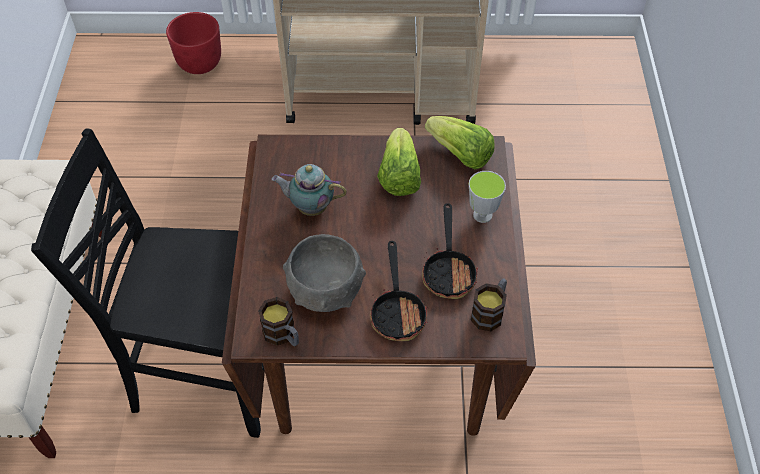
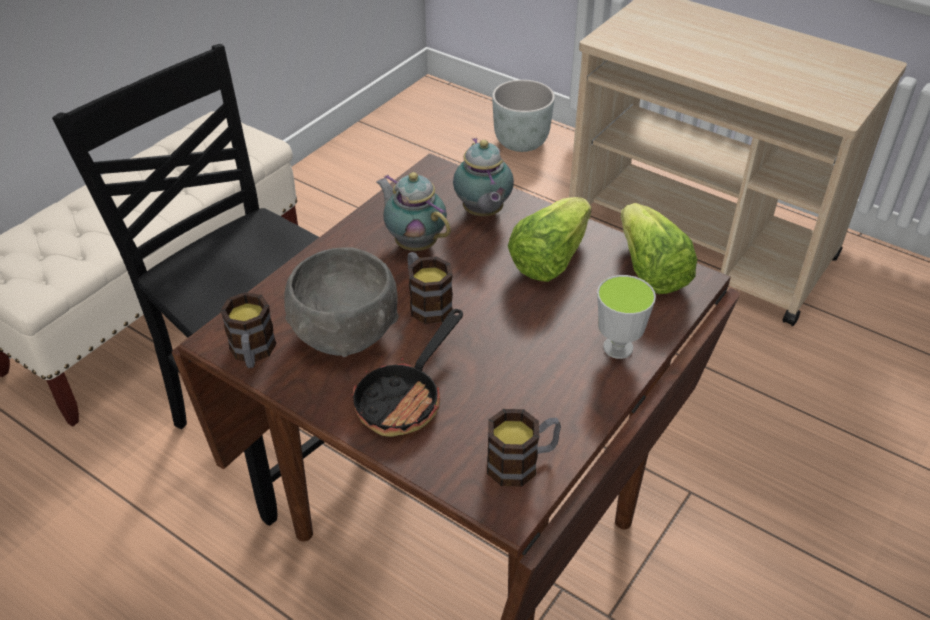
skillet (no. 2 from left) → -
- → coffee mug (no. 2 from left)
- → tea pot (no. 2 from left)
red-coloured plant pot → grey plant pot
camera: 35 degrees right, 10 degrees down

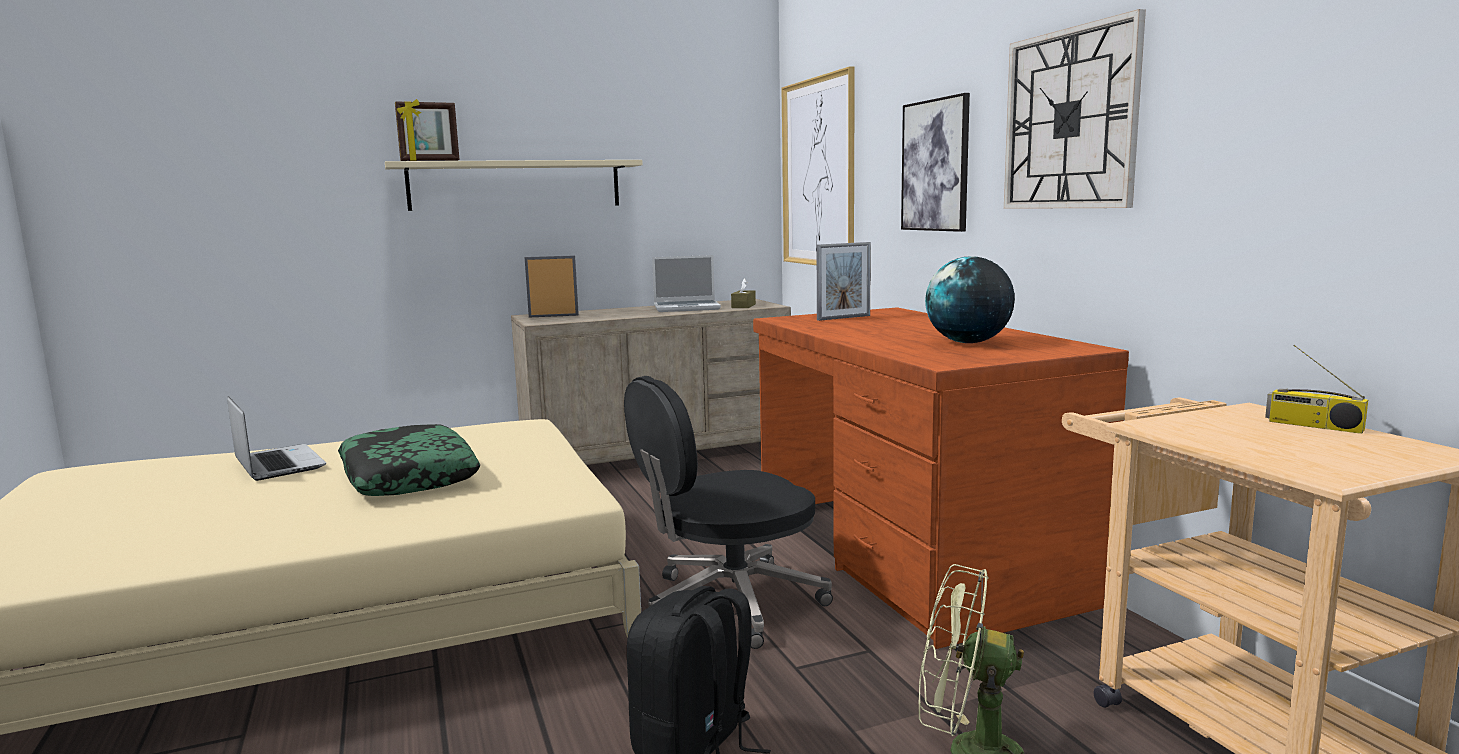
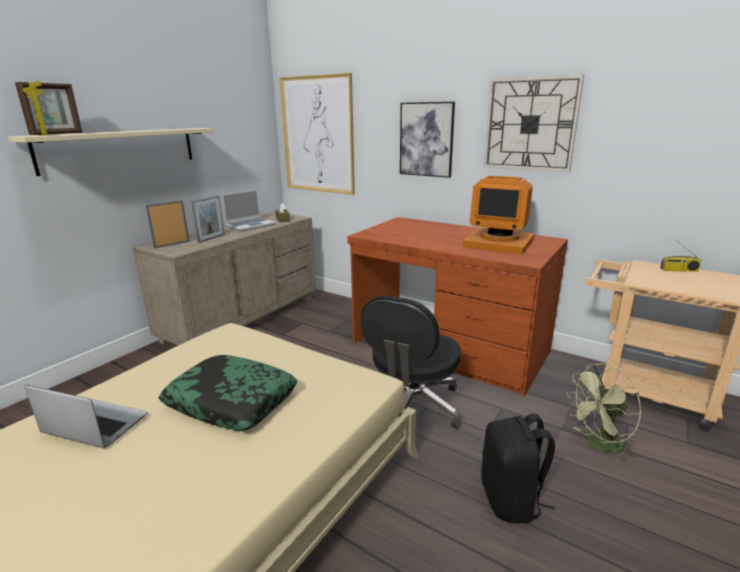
picture frame (no. 3 from left), relocated
world globe → computer screen
camera: 35 degrees left, 10 degrees up

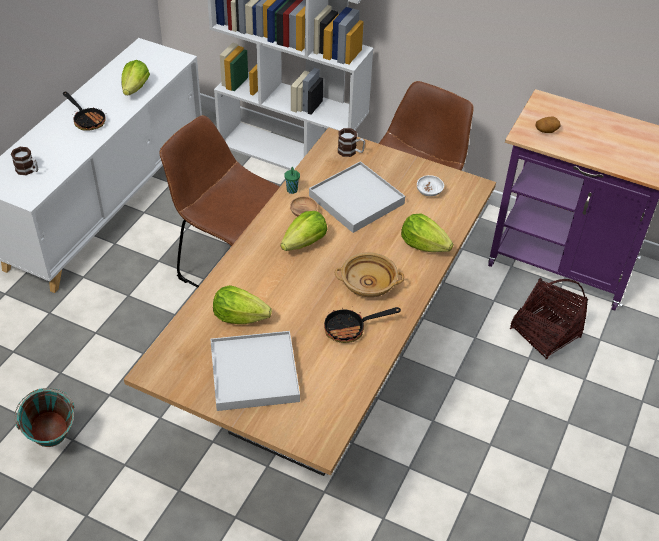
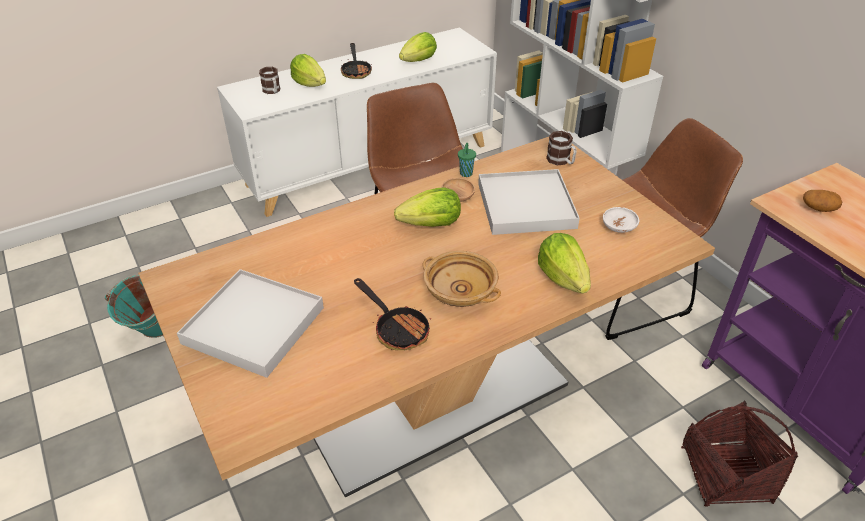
lettuce head (no. 2 from left in the first image) → lettuce head (no. 1 from left), relocated
skillet (no. 2 from left), 150 degrees counterclockwise
camera: 35 degrees right, 5 degrees down

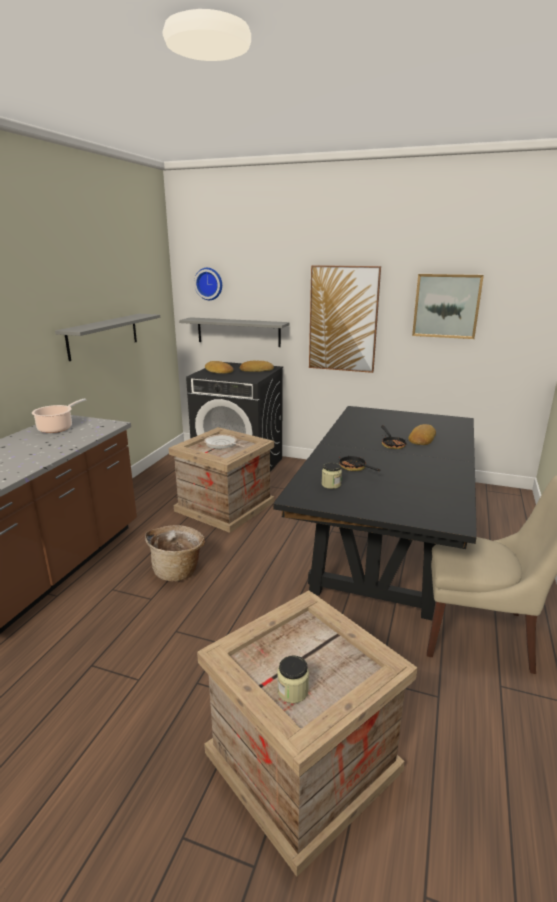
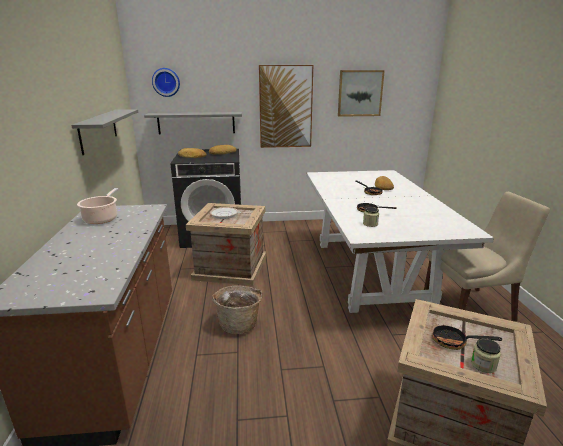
- → skillet (no. 4 from left)
black kitchen table → whitish kitchen table
camera: 25 degrees left, 0 degrees up

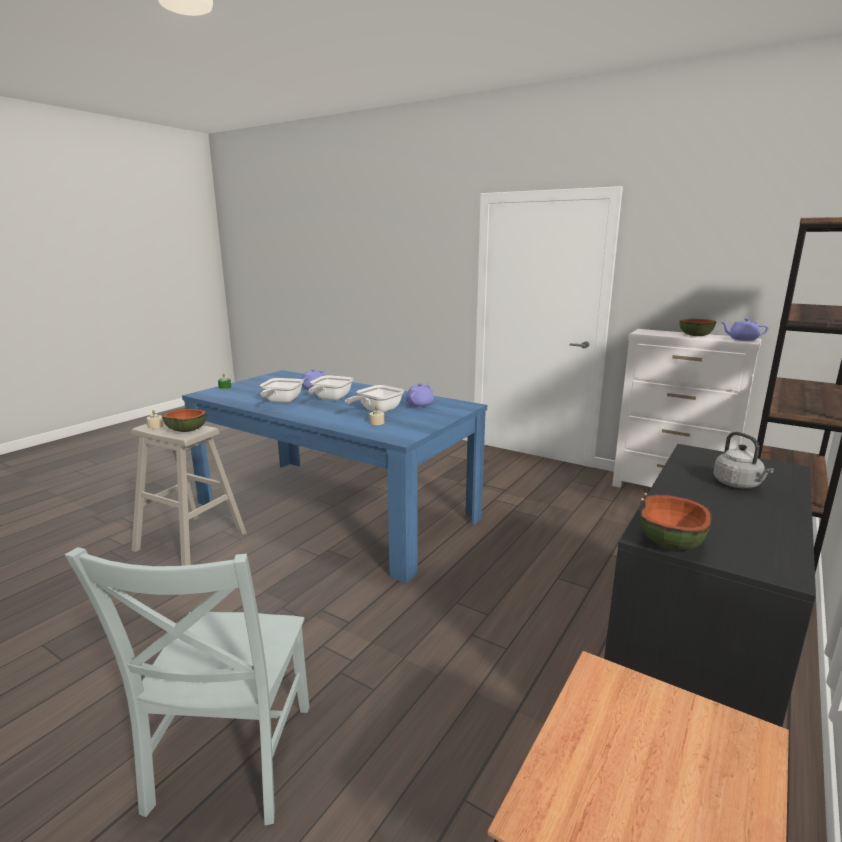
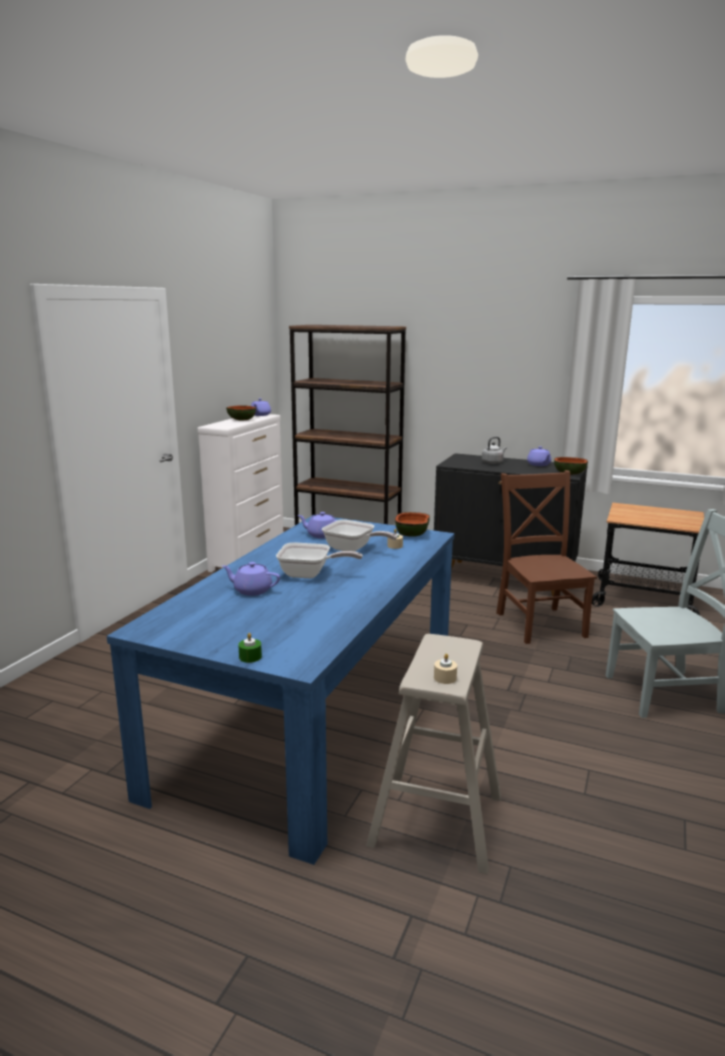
skillet (no. 1 from left) → -
- → brownish chair
- → purplish tea pot (no. 4 from left)
bowl (no. 1 from left in the first image) → bowl (no. 2 from left), relocated
camera: 100 degrees left, 0 degrees up

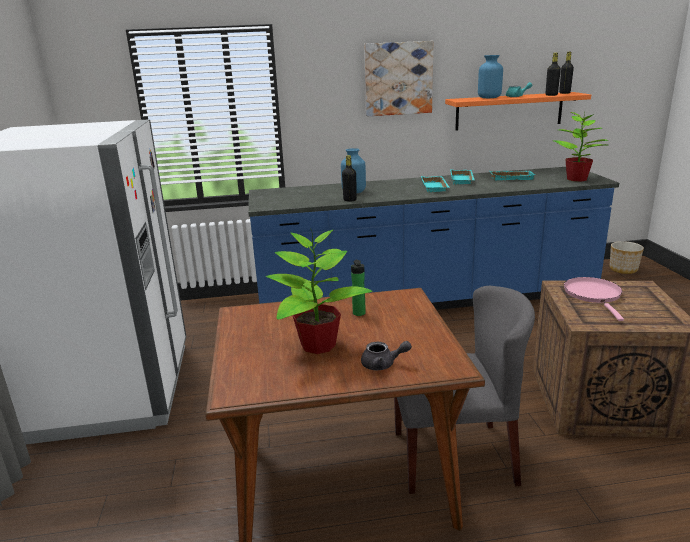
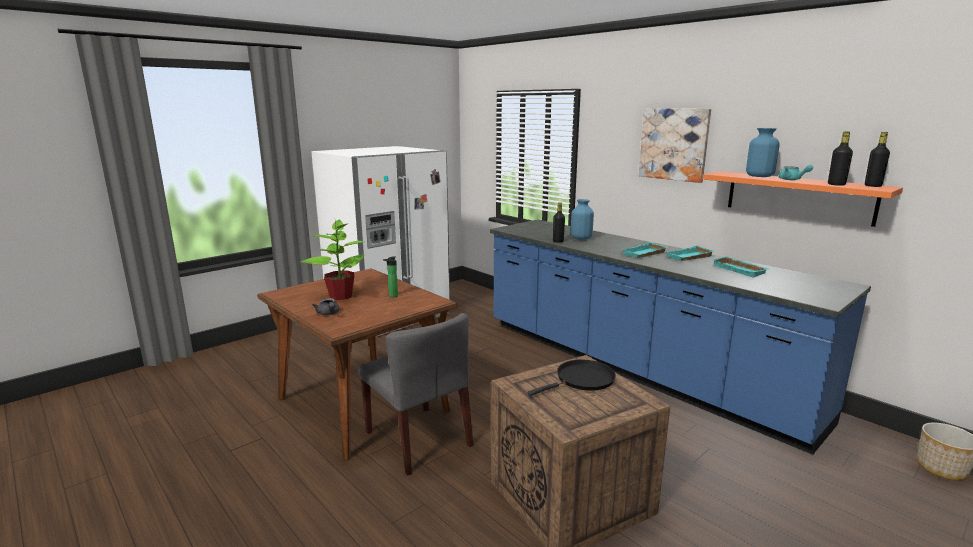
plant in a pot (no. 2 from left) → -
pink-coloured skillet → black skillet
camera: 55 degrees right, 5 degrees down

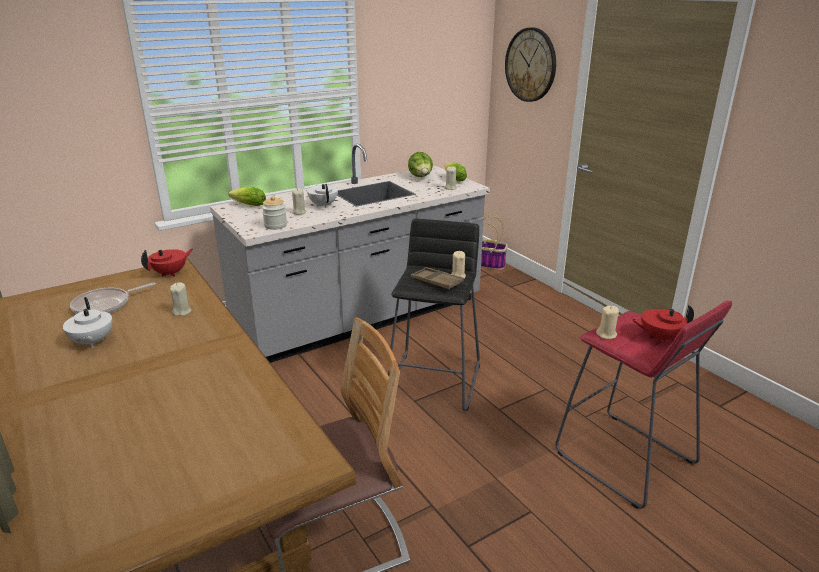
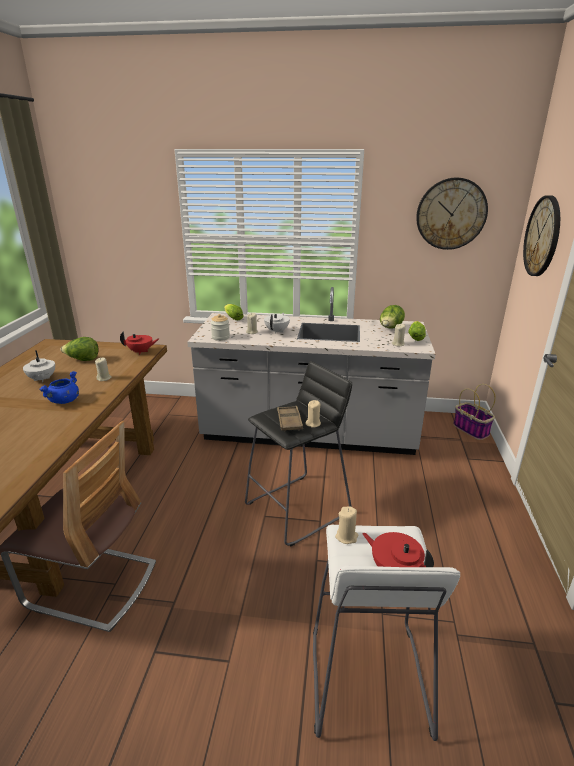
- → bluish cooking pot
- → clock on the wall (no. 1 from left)
skillet → lettuce head (no. 1 from left)
red-coloured stool → whitish stool
whitish tea pot (no. 1 from left), 45 degrees counterclockwise
camera: 40 degrees right, 0 degrees up

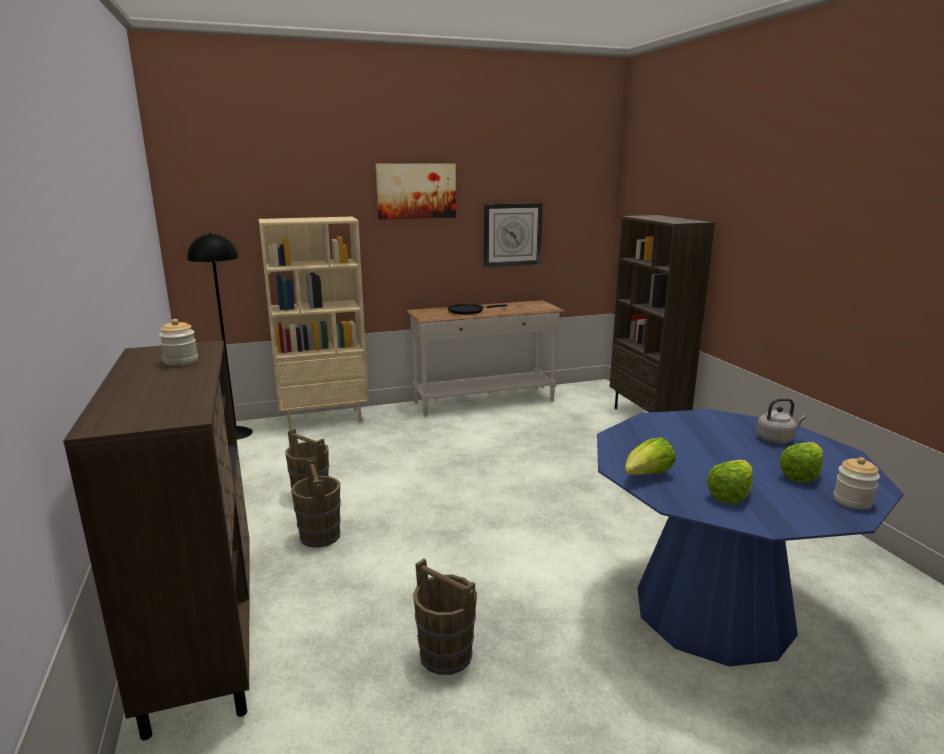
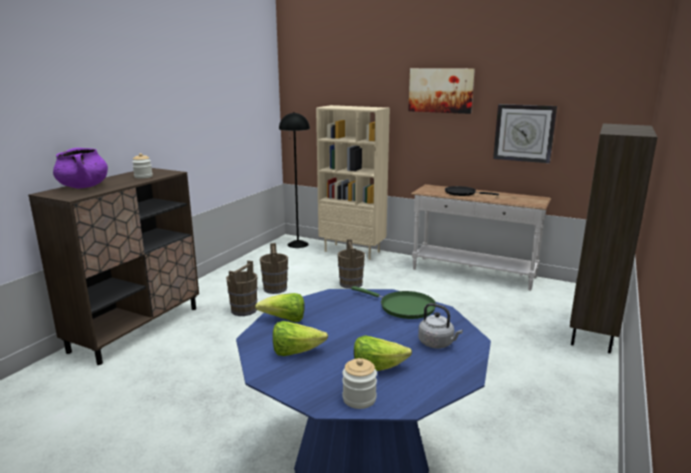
- → purplish cooking pot
- → green-coloured skillet
brownish water bucket (no. 3 from left), relocated
camera: 45 degrees right, 0 degrees up

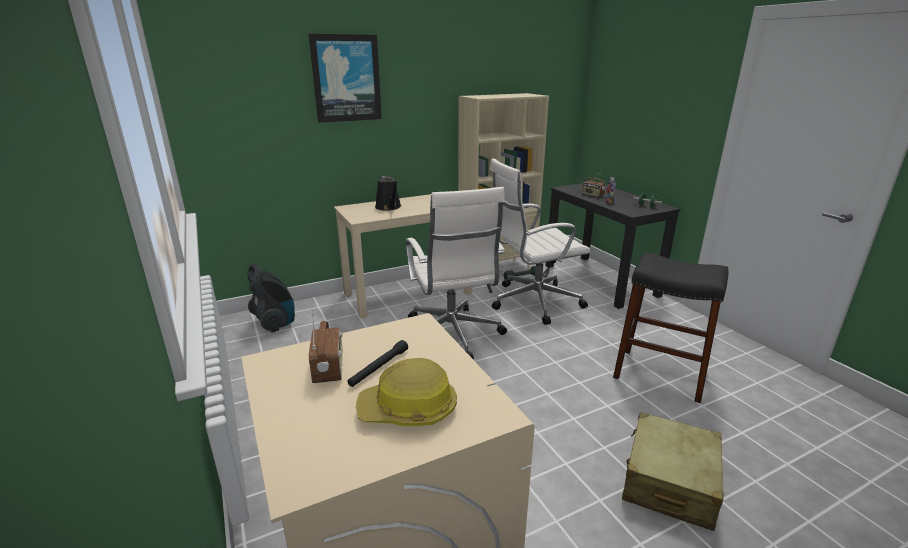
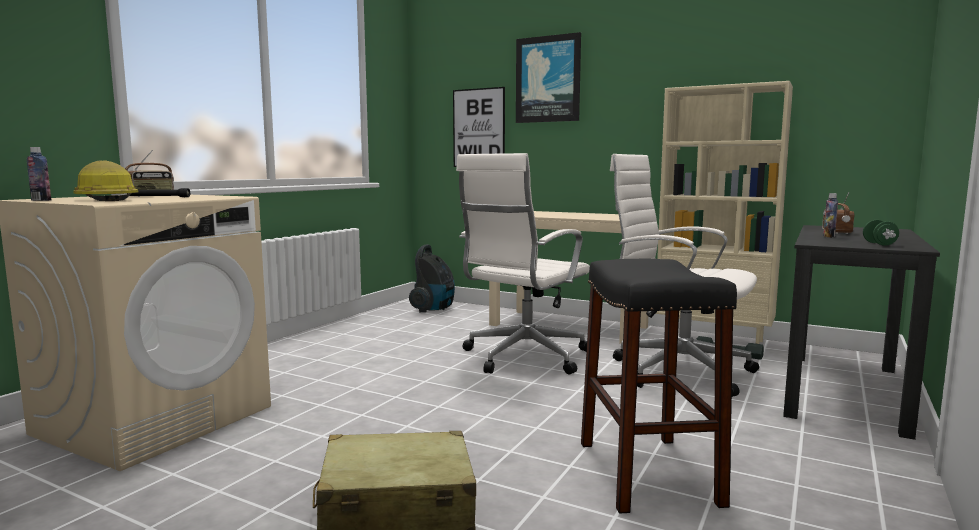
black sprinkling can → -
- → drink bottle (no. 1 from left)
- → picture (no. 1 from left)
camera: 55 degrees right, 15 degrees down

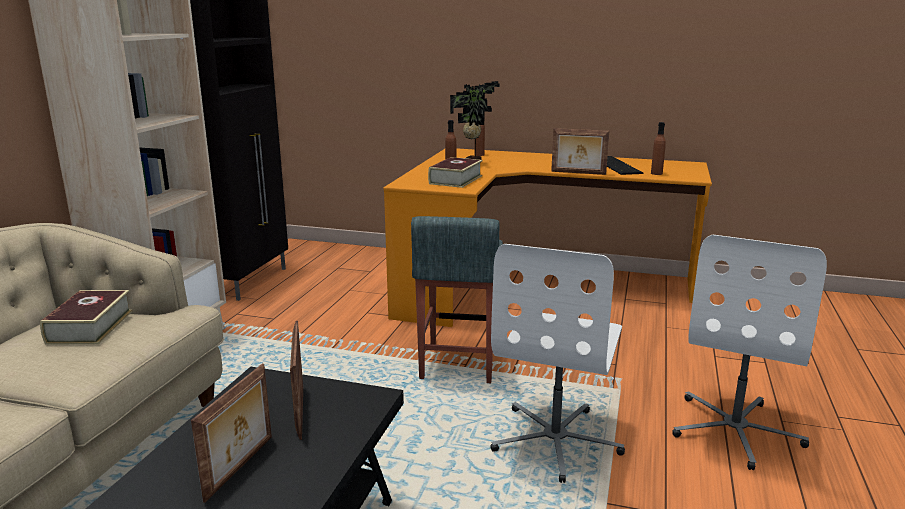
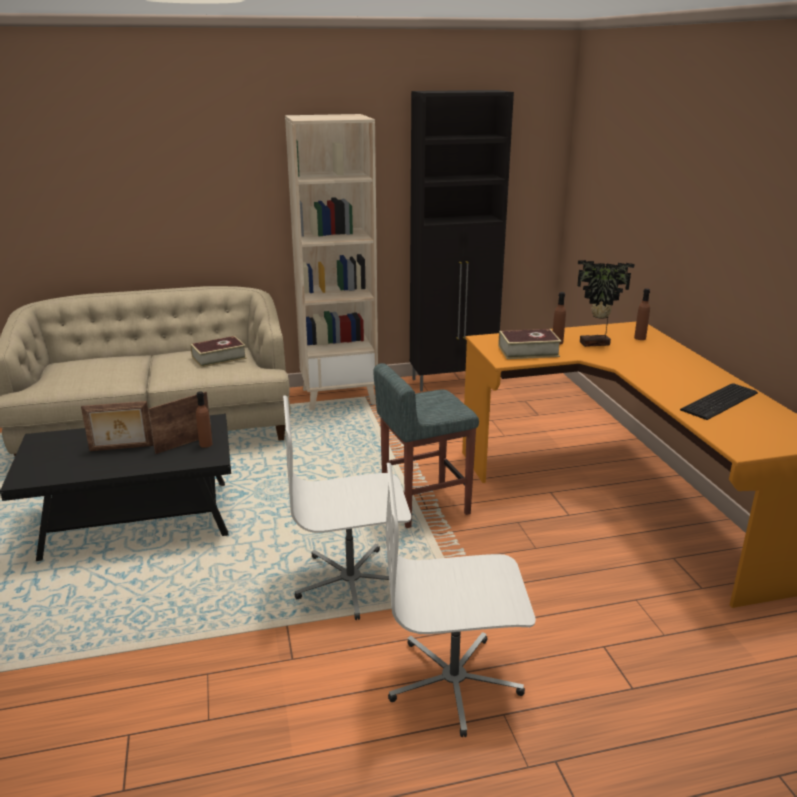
picture frame (no. 3 from left) → -
brownish drink bottle (no. 3 from left in the first image) → brownish drink bottle (no. 1 from left), relocated
camera: 60 degrees right, 5 degrees up

